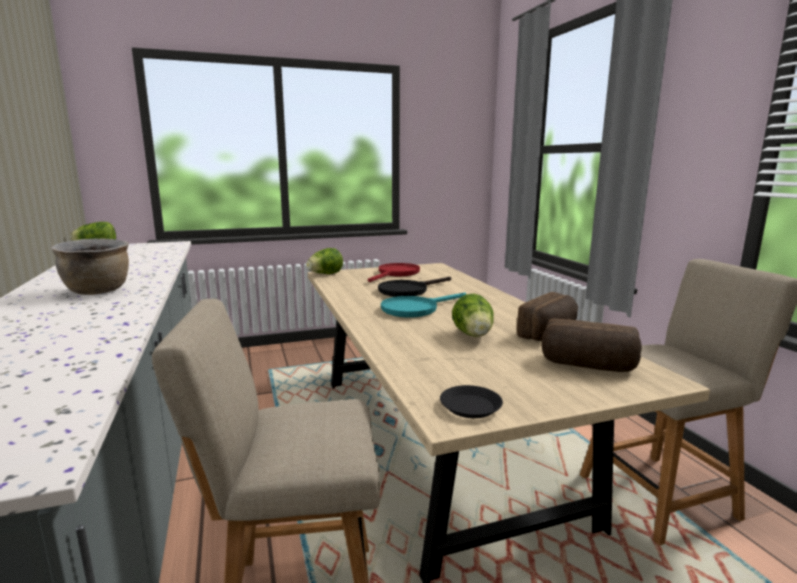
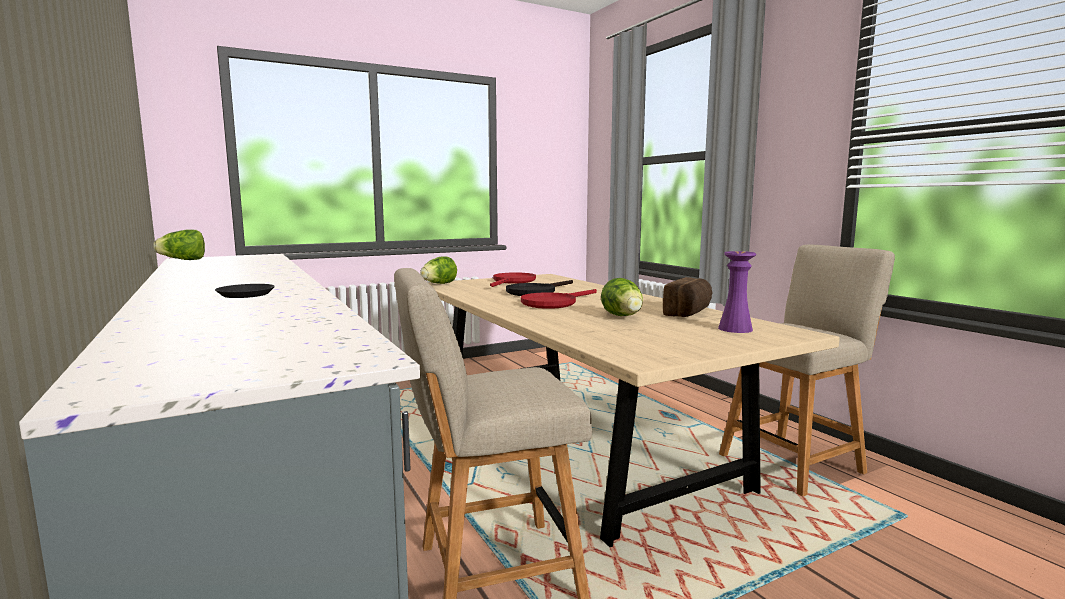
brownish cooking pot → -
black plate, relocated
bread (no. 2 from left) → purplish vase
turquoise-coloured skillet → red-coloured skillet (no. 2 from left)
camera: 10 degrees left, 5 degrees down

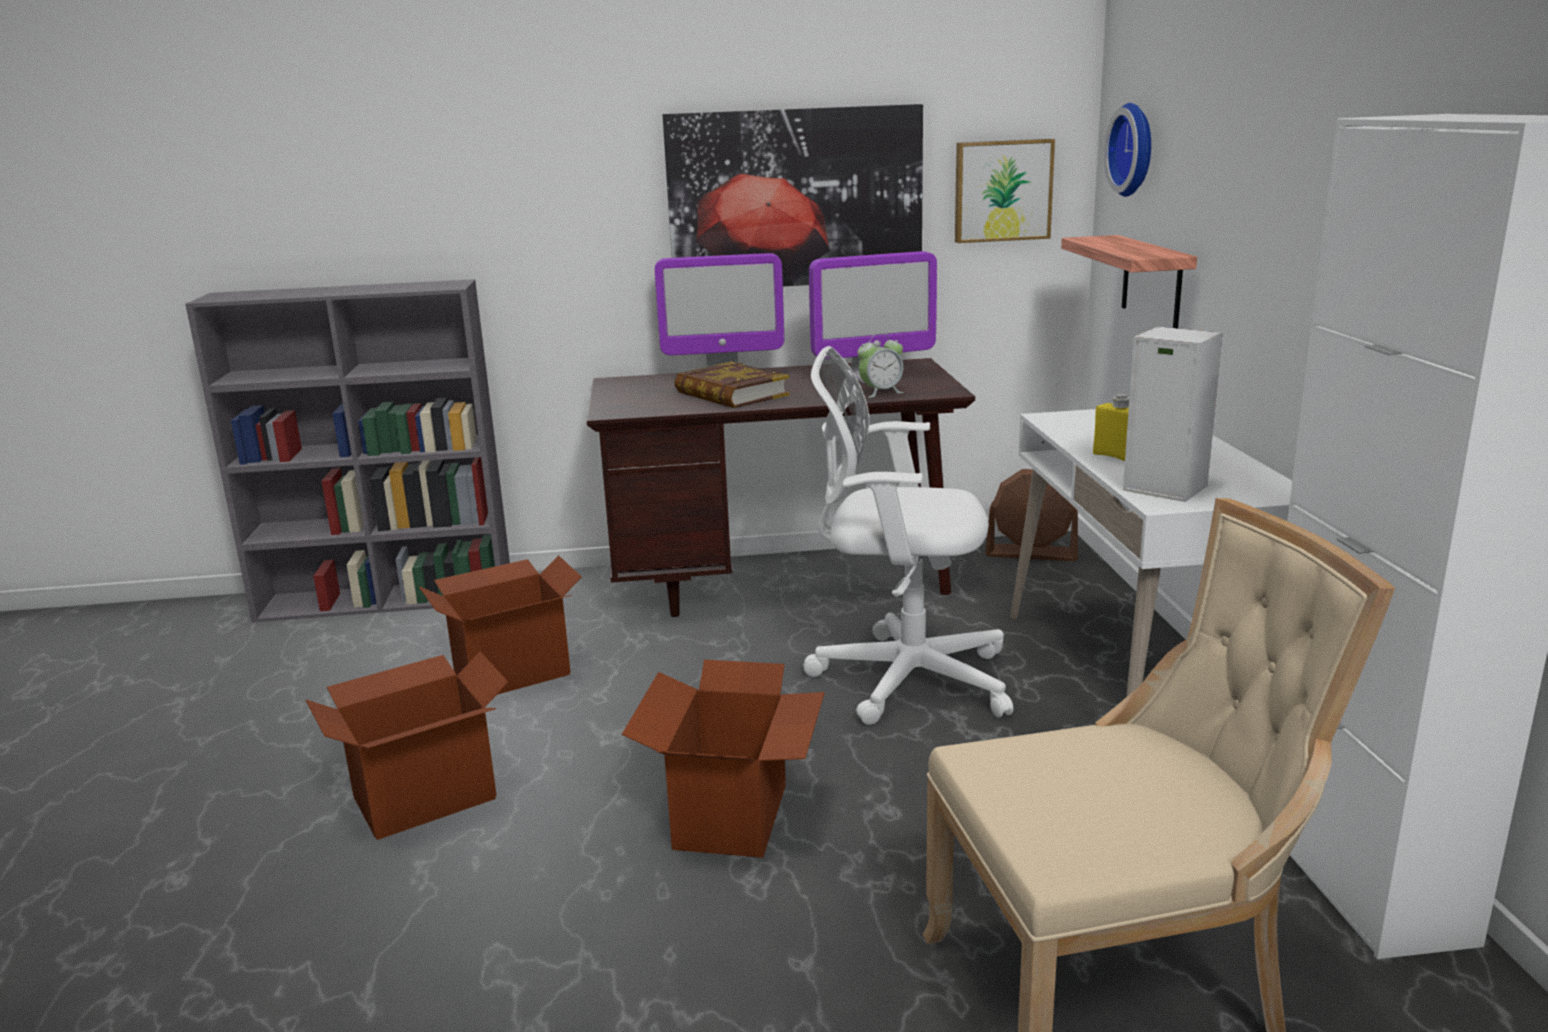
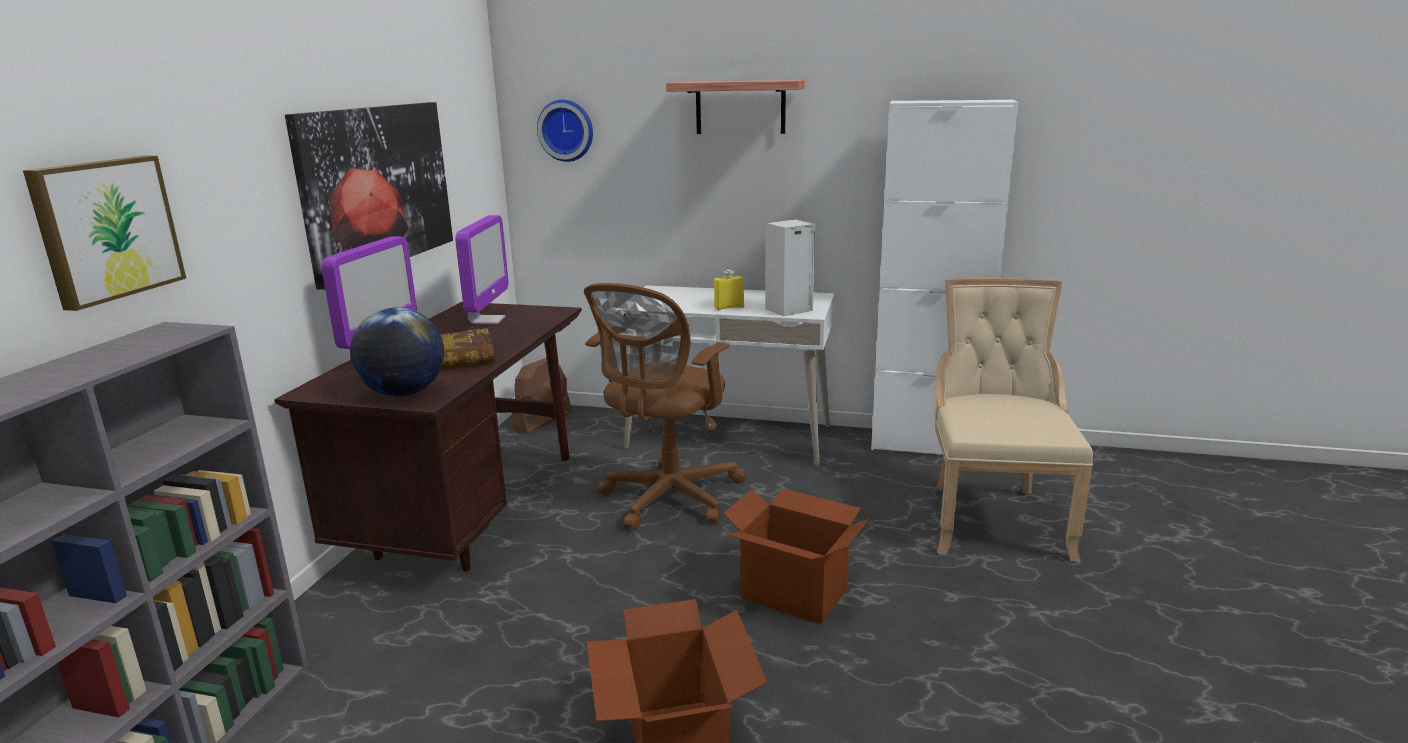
cardboard box (no. 2 from left) → -
alarm clock → -
- → world globe
picture (no. 2 from left in the first image) → picture (no. 1 from left), relocated
shelf, relocated
whitish desk chair → brownish desk chair
camera: 70 degrees left, 0 degrees up

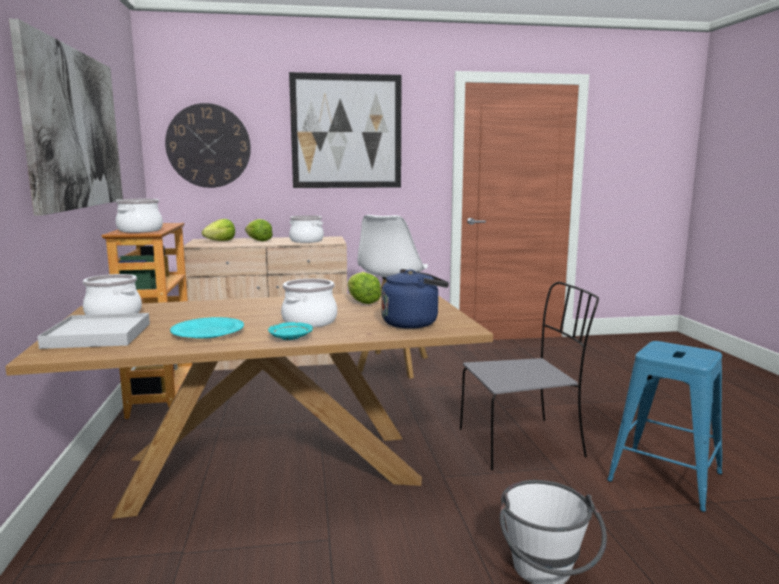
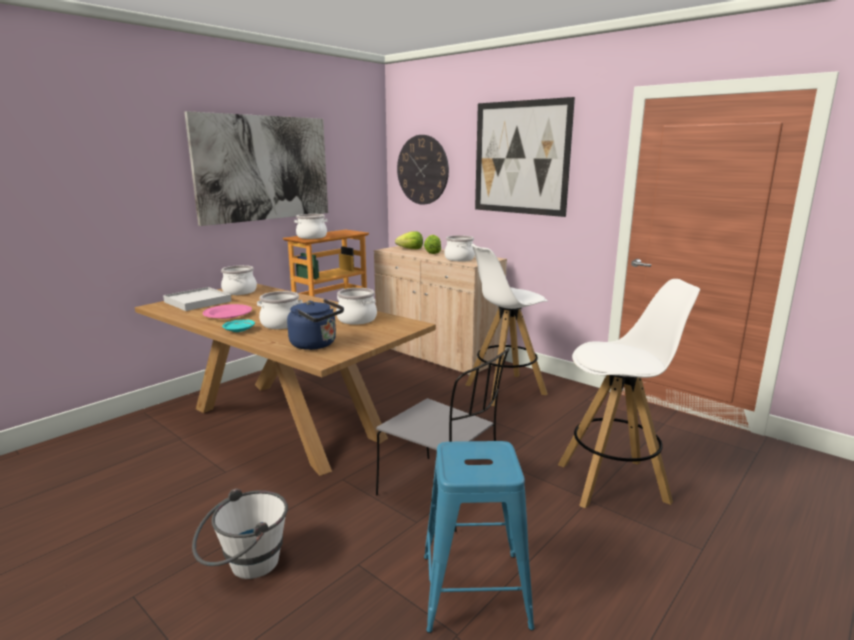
- → whitish stool (no. 2 from left)
lettuce head (no. 3 from left) → cooking pot (no. 4 from left)
turquoise-coloured plate (no. 1 from left) → pink-coloured plate
camera: 50 degrees right, 5 degrees up

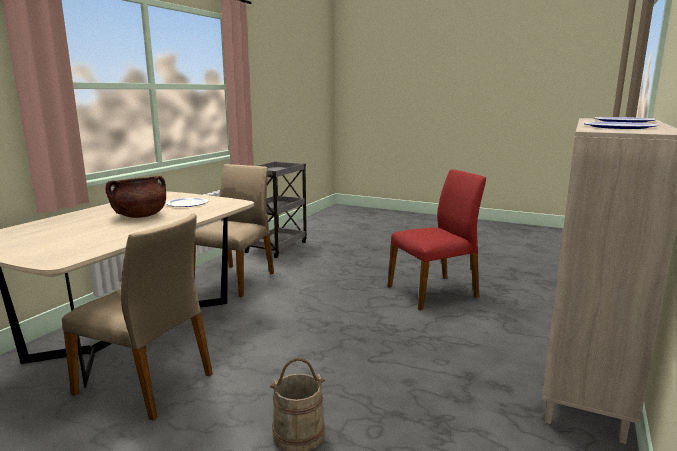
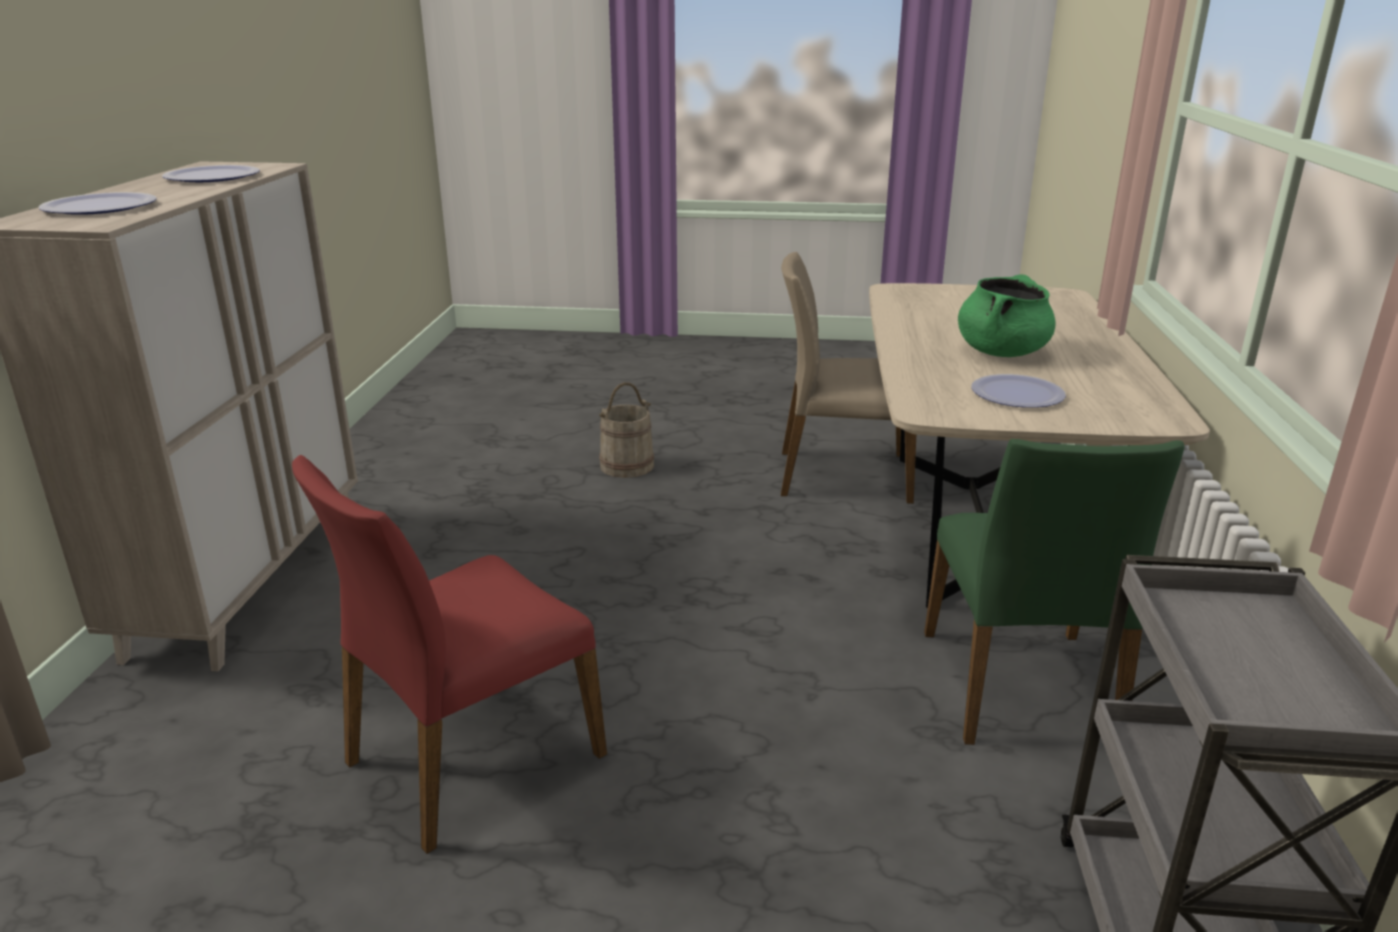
brownish cooking pot → green-coloured cooking pot
beige chair (no. 2 from left) → green-coloured chair
camera: 160 degrees right, 10 degrees up

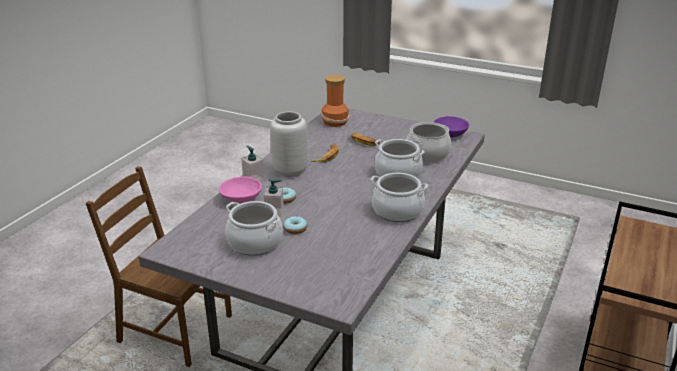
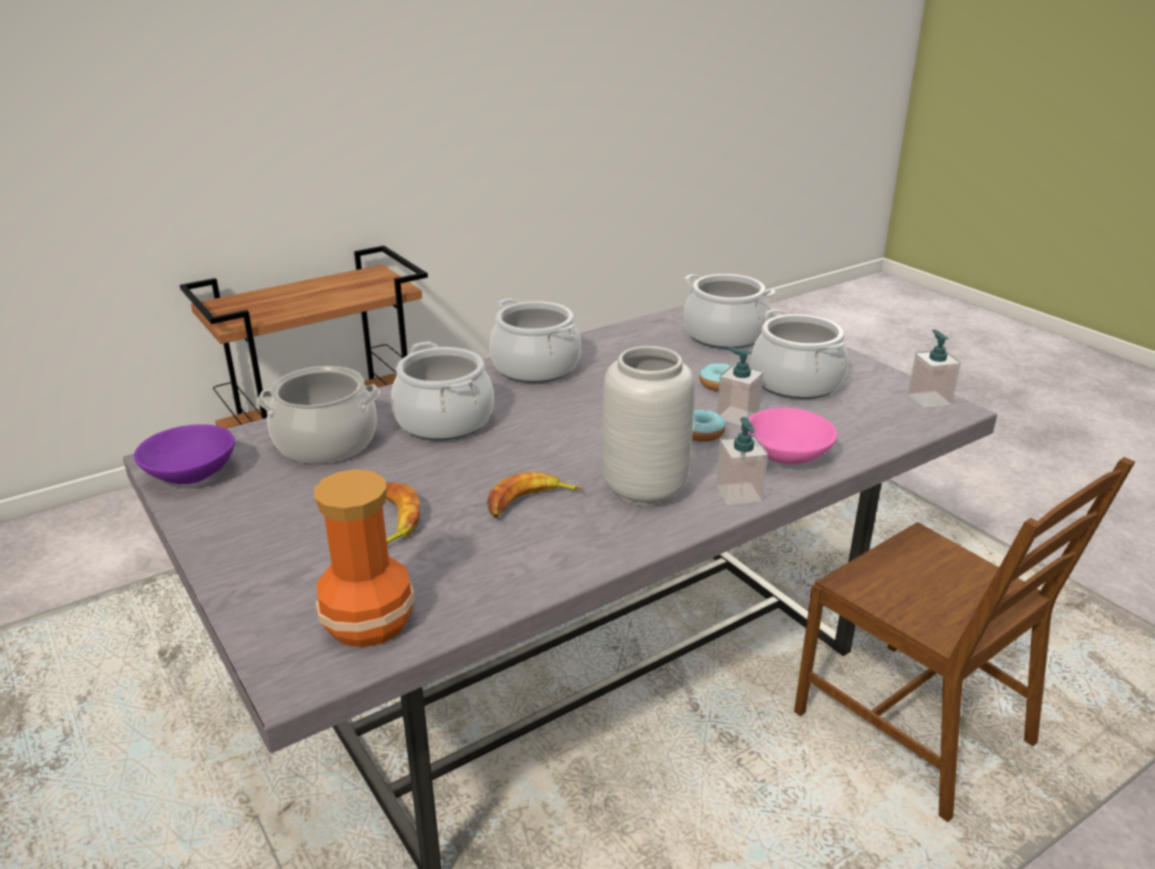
- → cooking pot (no. 4 from left)
- → soap dispenser (no. 3 from left)
camera: 150 degrees left, 0 degrees up

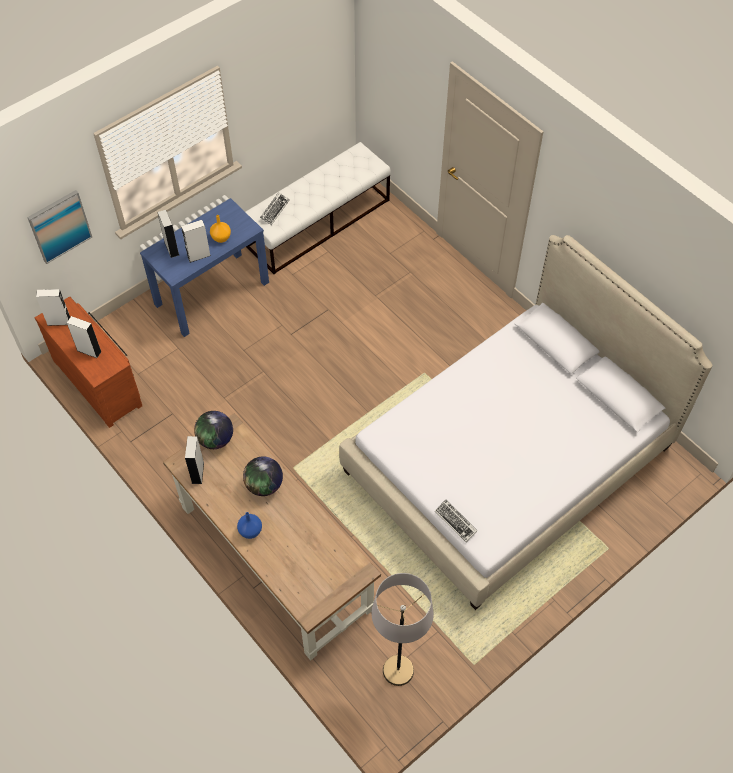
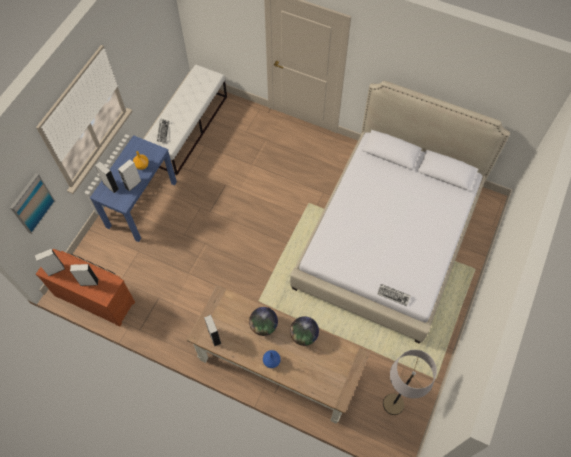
world globe (no. 1 from left in the first image) → world globe (no. 2 from left), relocated
camera: 25 degrees left, 5 degrees up

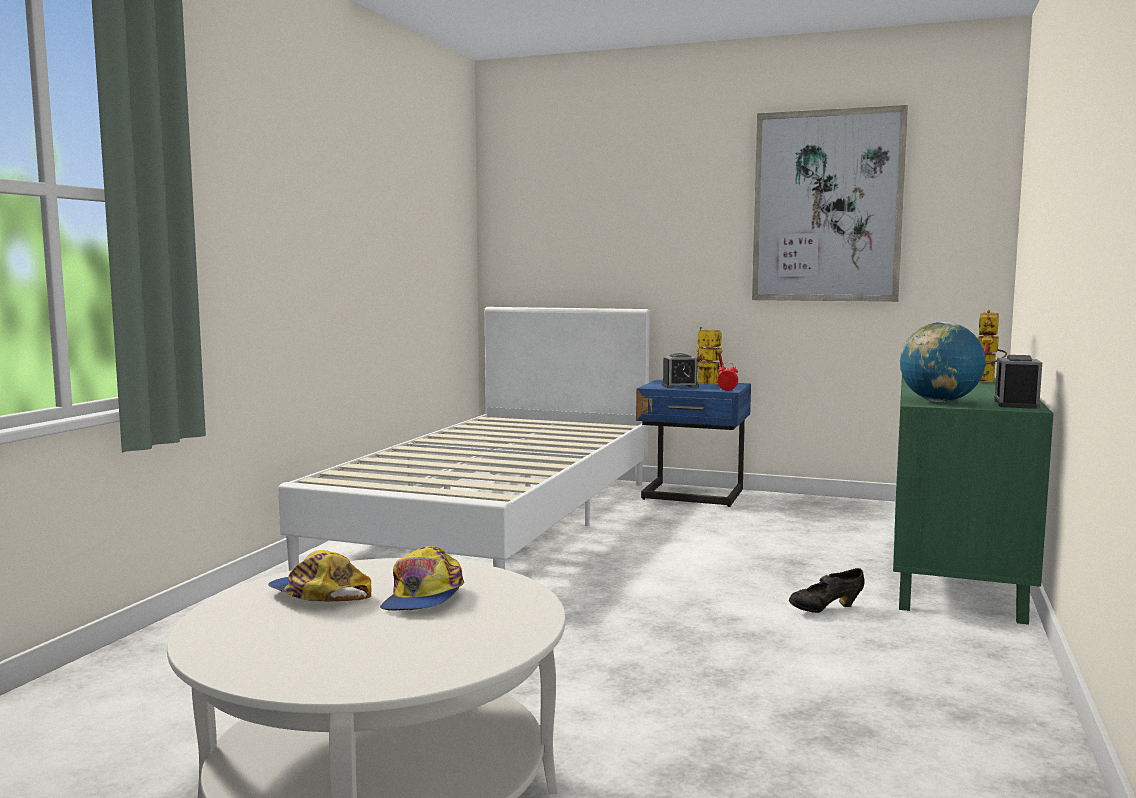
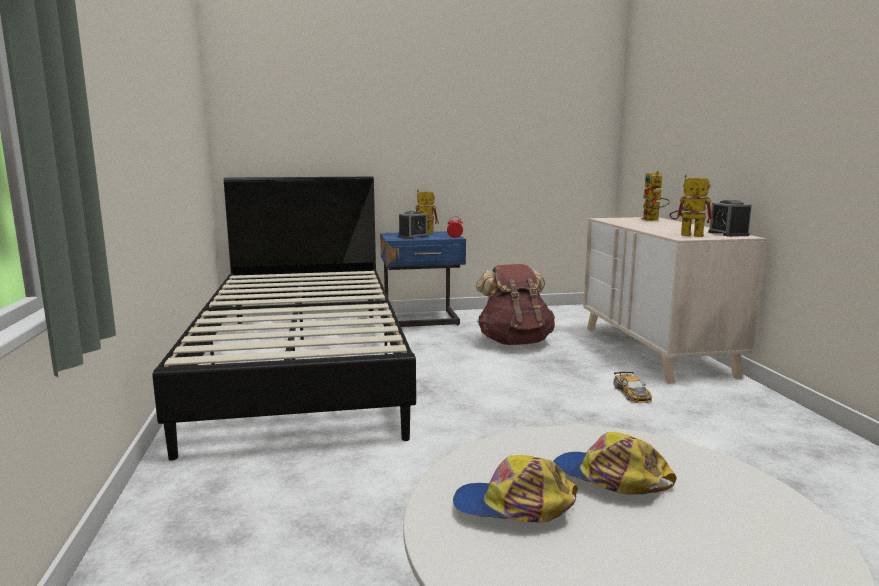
picture → -
- → brownish backpack
black item of footwear → model car
world globe → robot figure (no. 3 from left)
whitish bed → black bed
green-coloured drawer chest → beige drawer chest
peaked cap (no. 2 from left), 150 degrees clockwise
camera: 30 degrees left, 5 degrees up

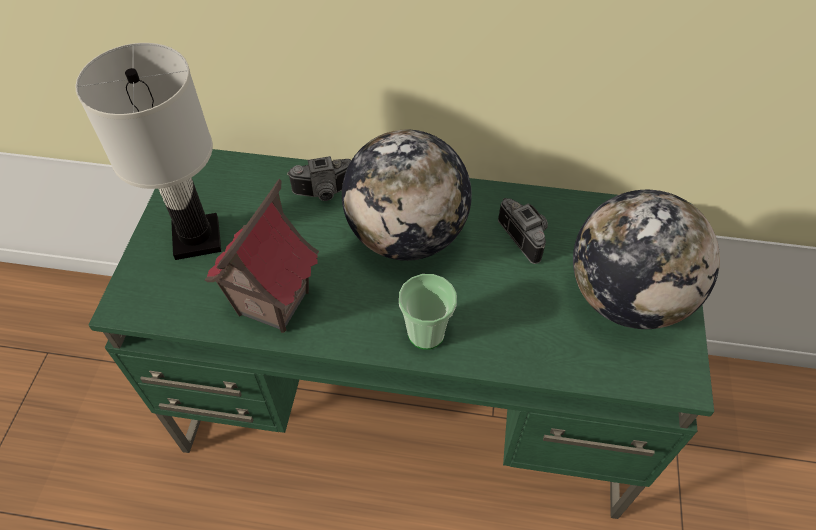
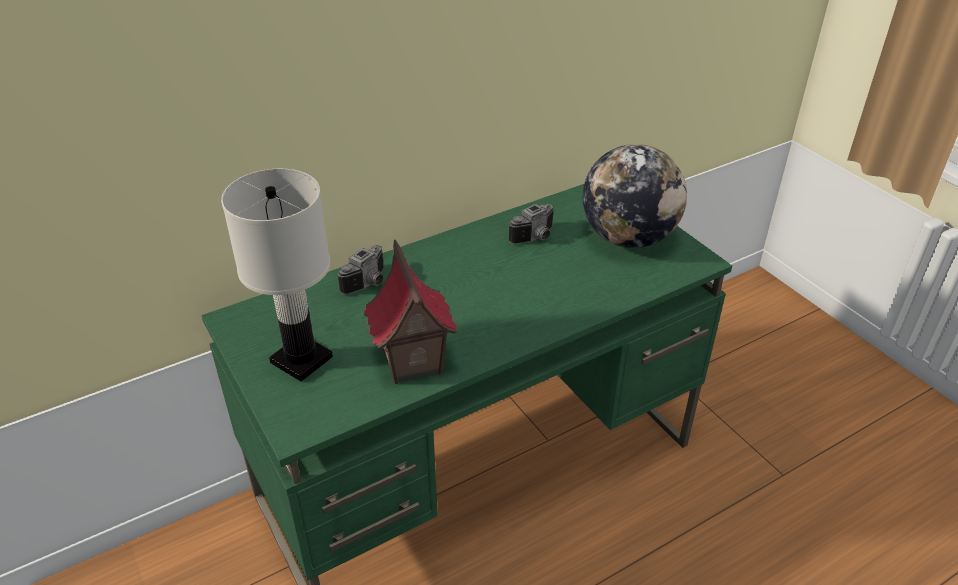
world globe (no. 1 from left) → -
drinking cup → -
still camera (no. 2 from left), 120 degrees clockwise
camera: 40 degrees left, 15 degrees down

